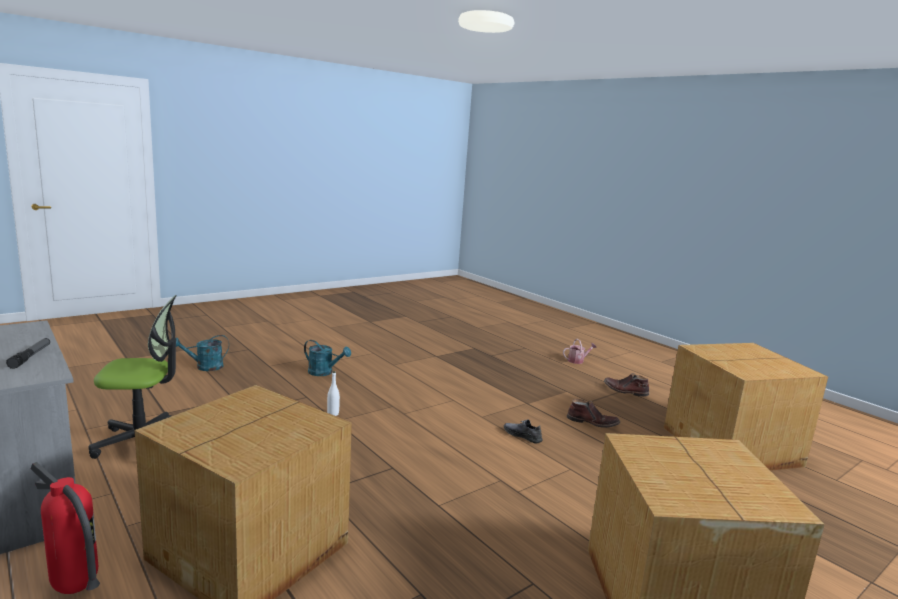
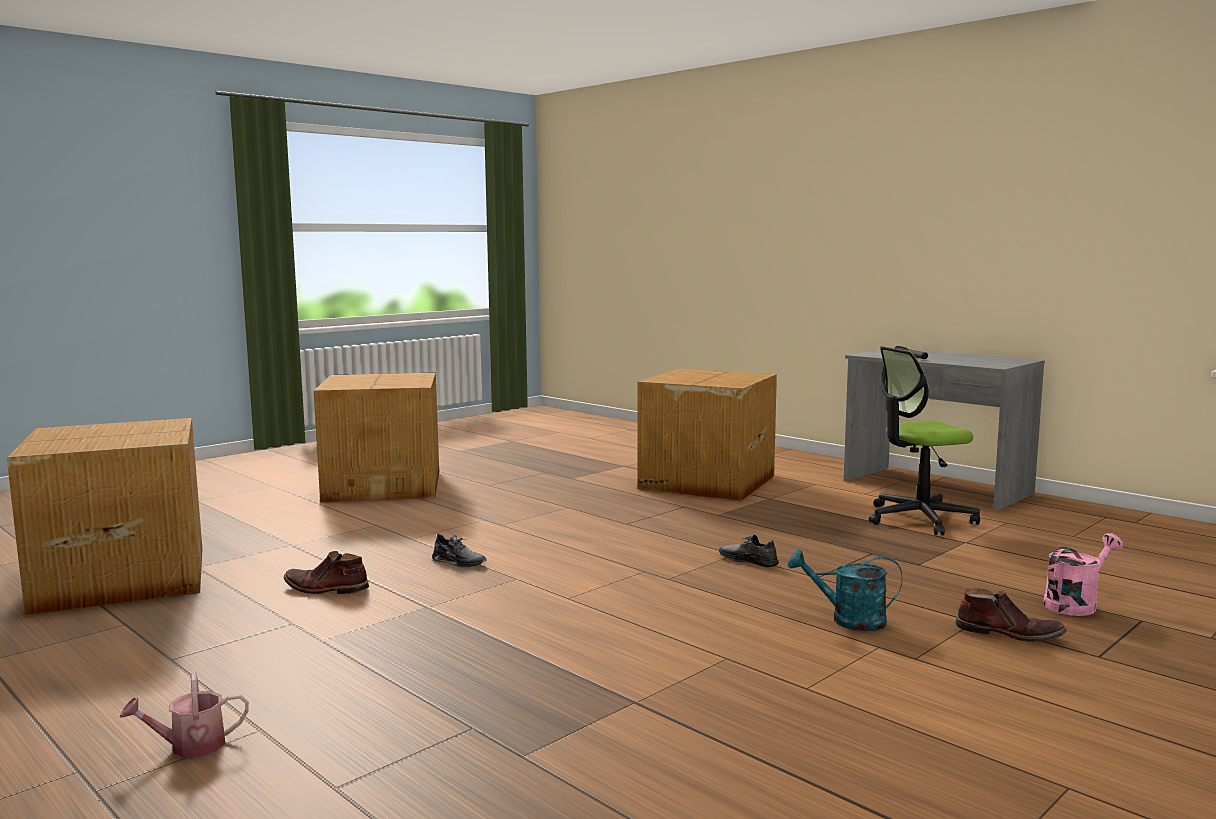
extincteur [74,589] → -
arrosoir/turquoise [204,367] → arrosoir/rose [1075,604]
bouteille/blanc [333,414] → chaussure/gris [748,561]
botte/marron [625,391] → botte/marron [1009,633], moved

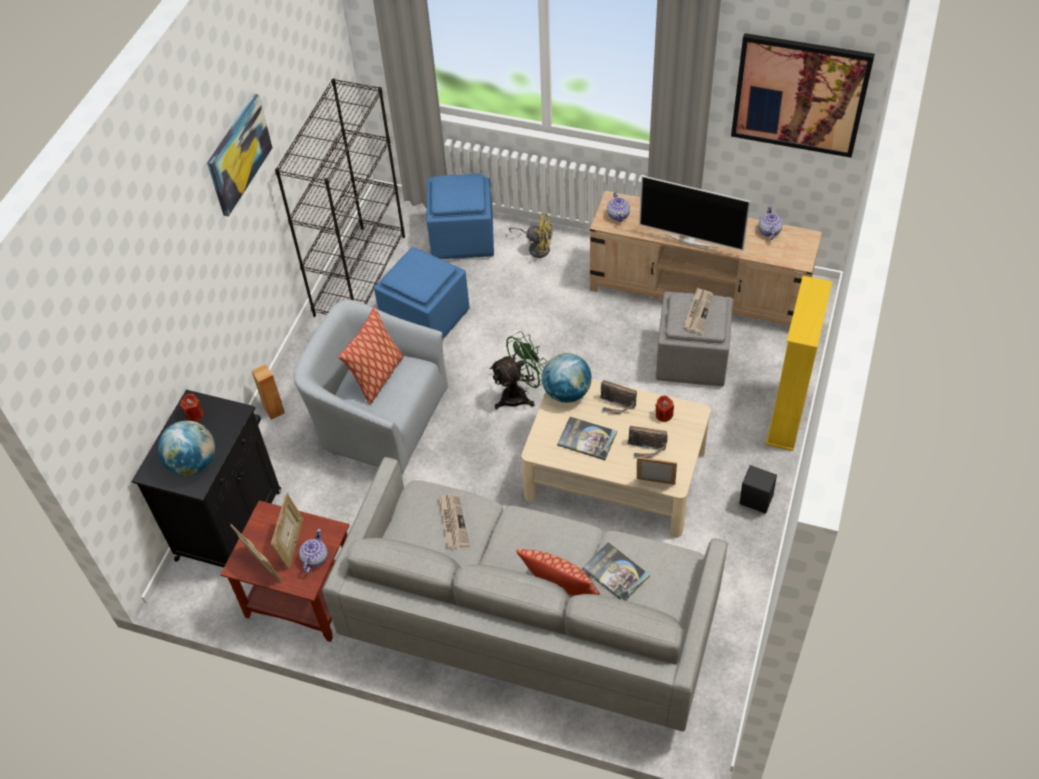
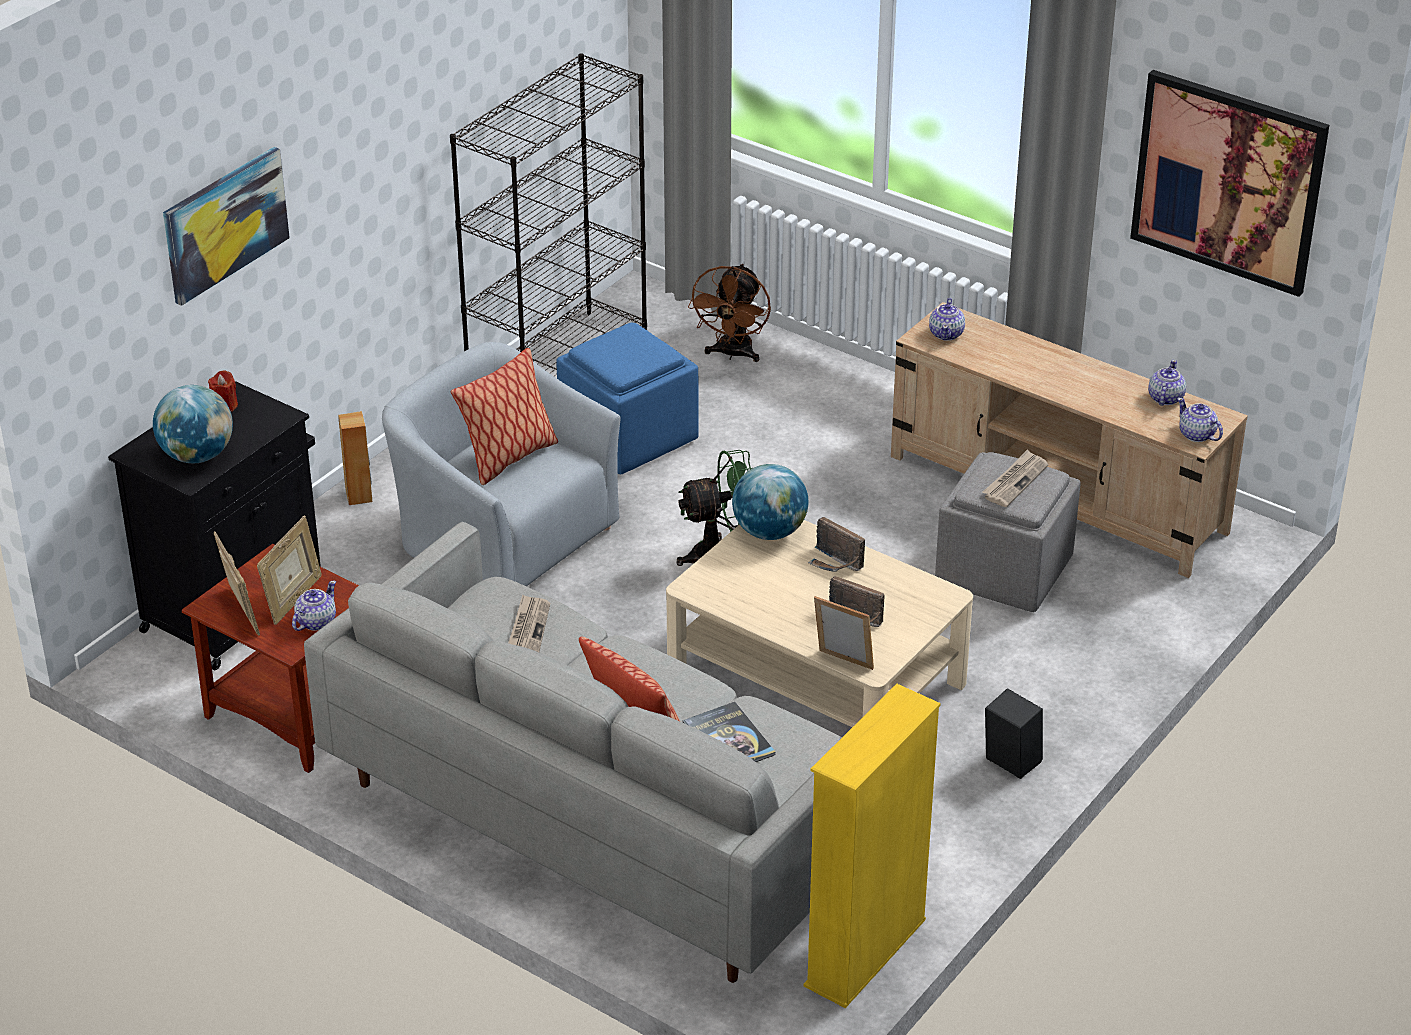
tableau [238,154] → tableau [225,224], moved
pouf/bleu [463,237] → ventilateur/marron [732,354]
ventilateur/jaune [536,247] → -
livre [587,439] → -
téléviseur [691,240] → -
bougie/rouge [664,415] → -
bibliothèque/jaune [787,416] → bibliothèque/jaune [866,953], moved
- → théière [1197,435]

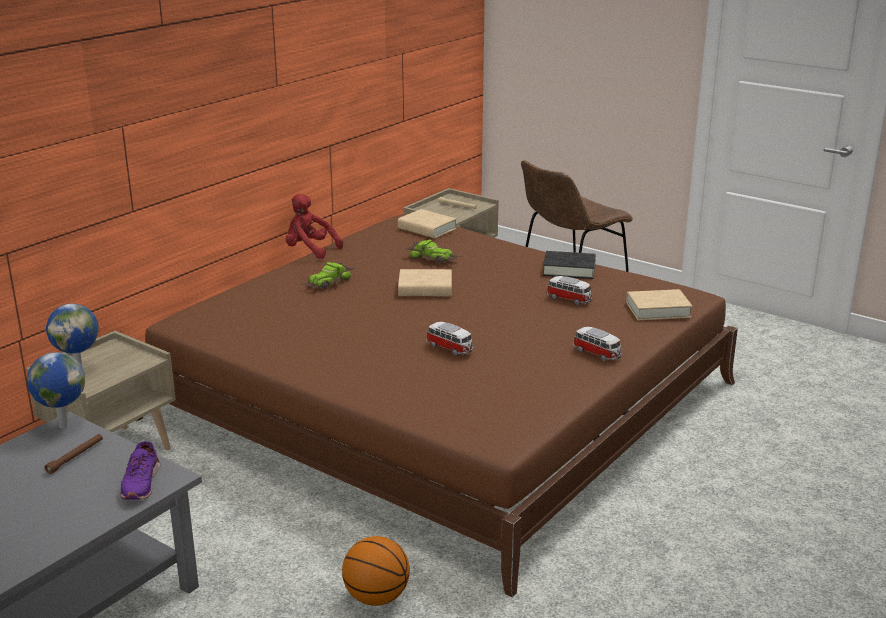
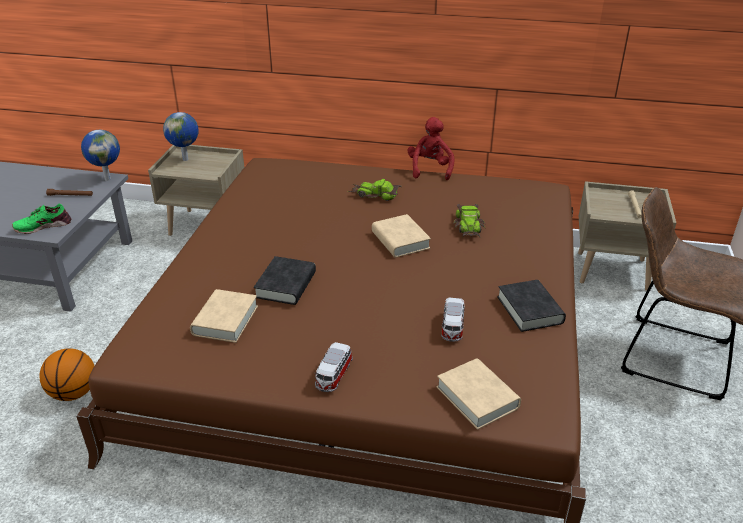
chaussure/violet [140,483] → chaussure/vert [43,226]
livre/beige [427,229] → livre/beige [225,320], moved
petite voiture [450,348] → livre/noir [286,285]

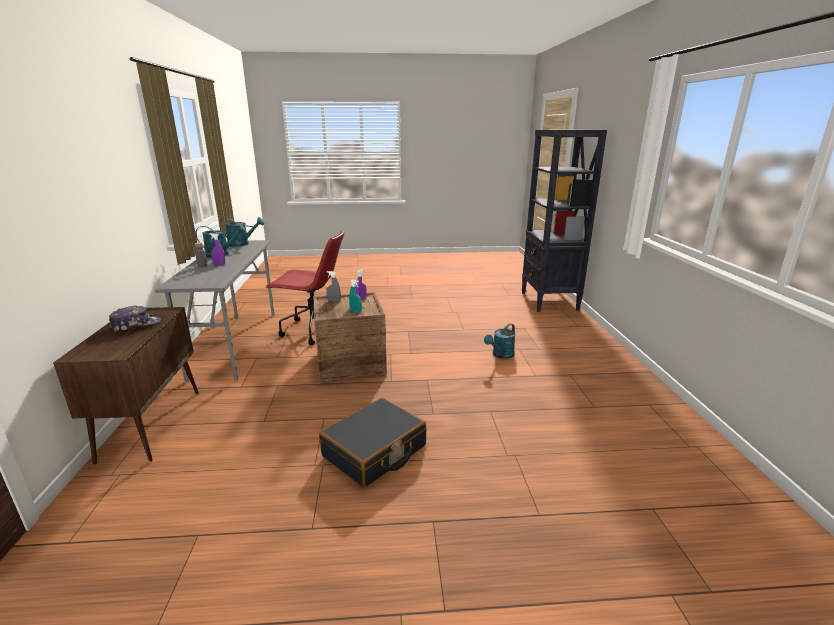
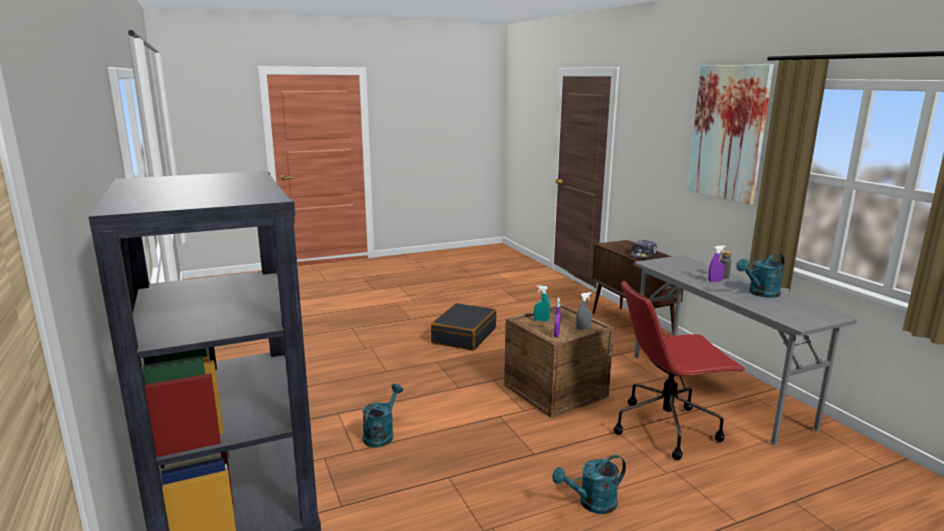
arrosoir/turquoise [242,244] → arrosoir/turquoise [591,504], moved
- → tableau [728,133]

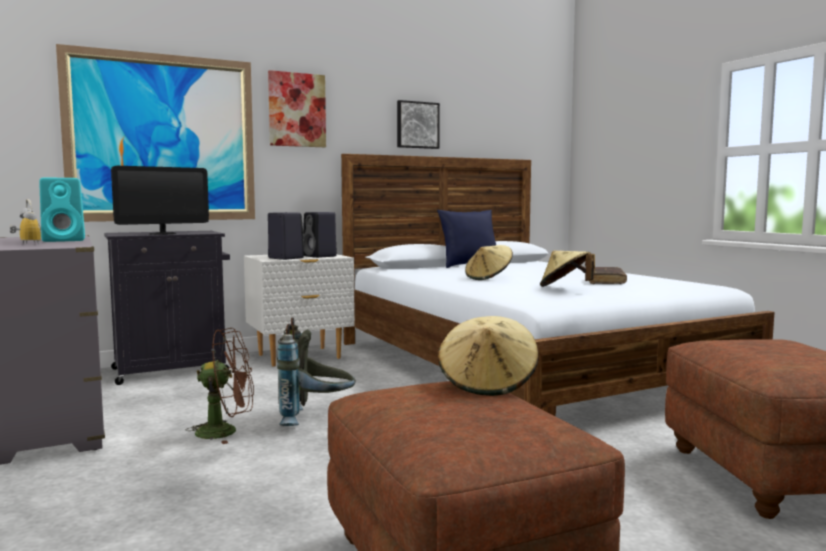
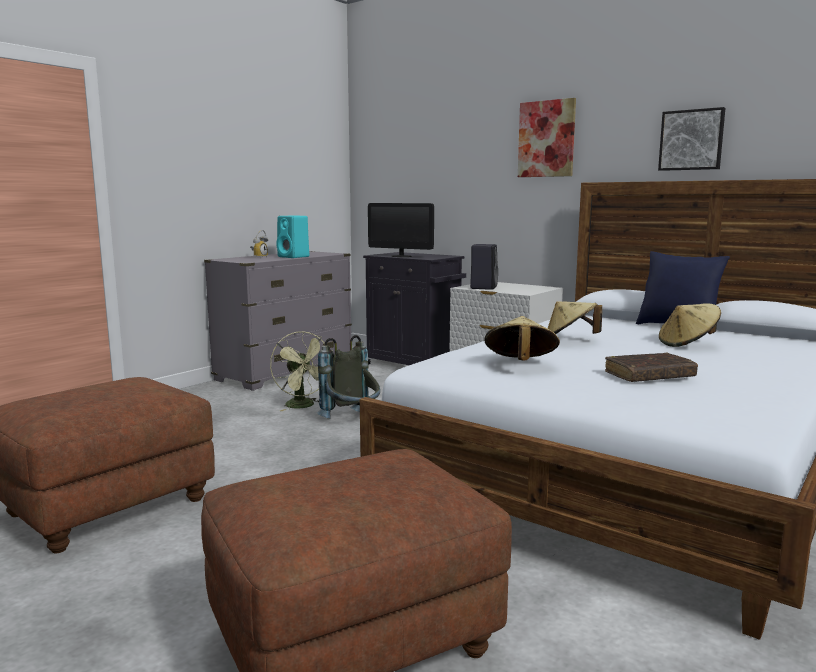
tableau [163,138] → -
ventilateur/marron [226,431] → ventilateur/vert [303,406]
enceinte/noir [320,256] → -
chapeau/beige [488,384] → chapeau/beige [687,344], moved

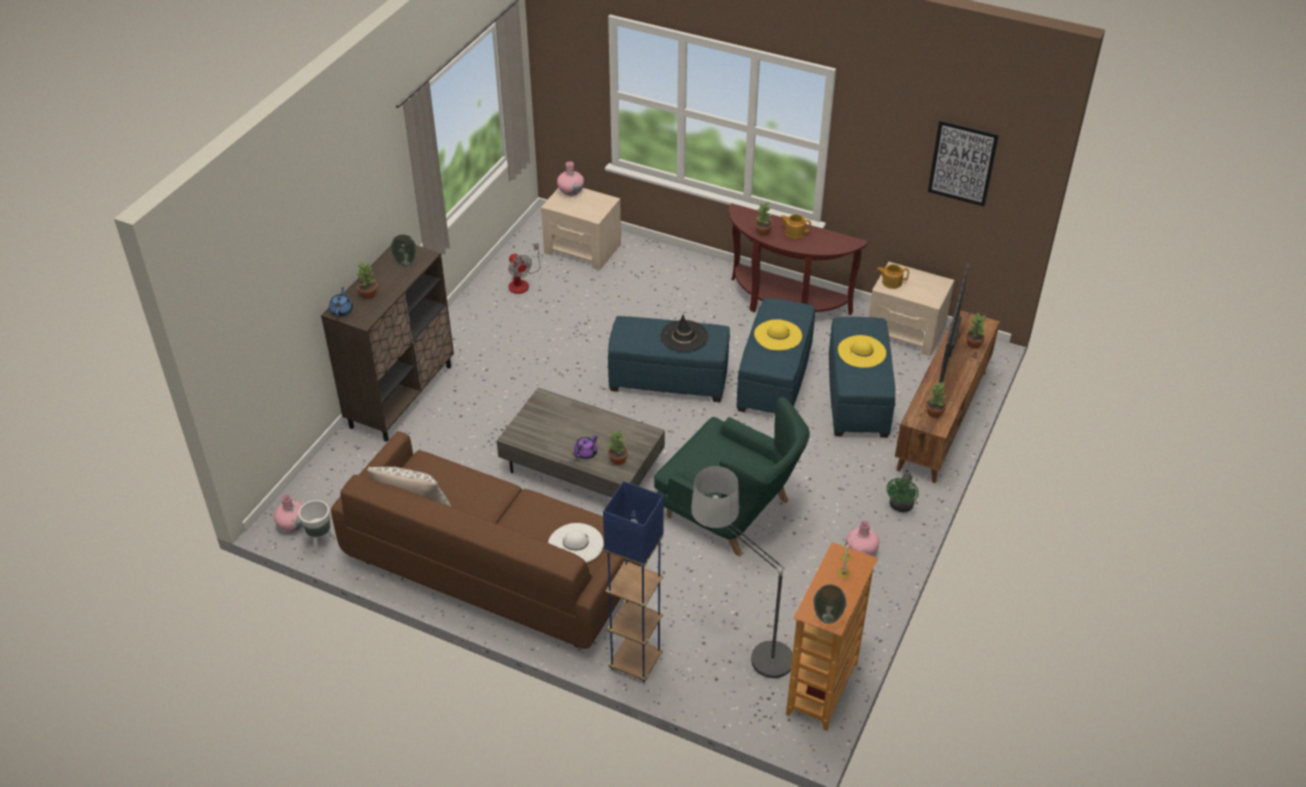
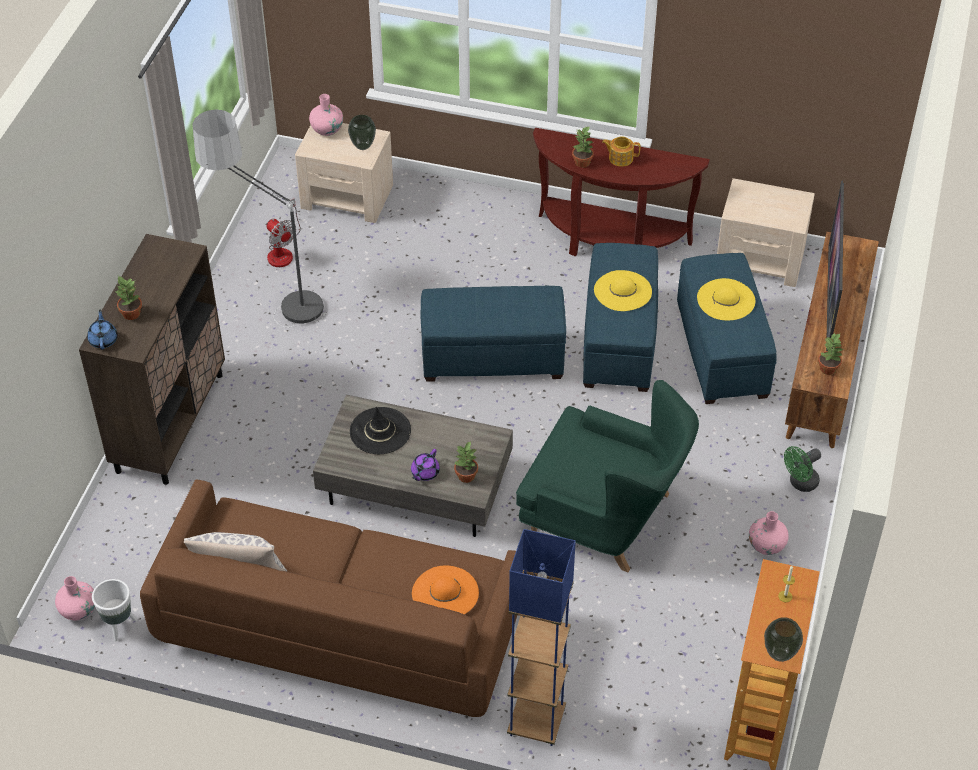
vase [406,264] → vase [363,146], moved
chapeau/blanc [575,544] → chapeau/orange [445,593]
chapeau/noir [684,336] → chapeau/noir [380,431], moved
lampadaire [740,648] → lampadaire [270,301], moved
théière [891,282] → -
ventilateur/vert [900,507] → ventilateur/vert [800,483], 45 degrees clockwise
tableau [962,163] → -
plante en pot [974,344] → -

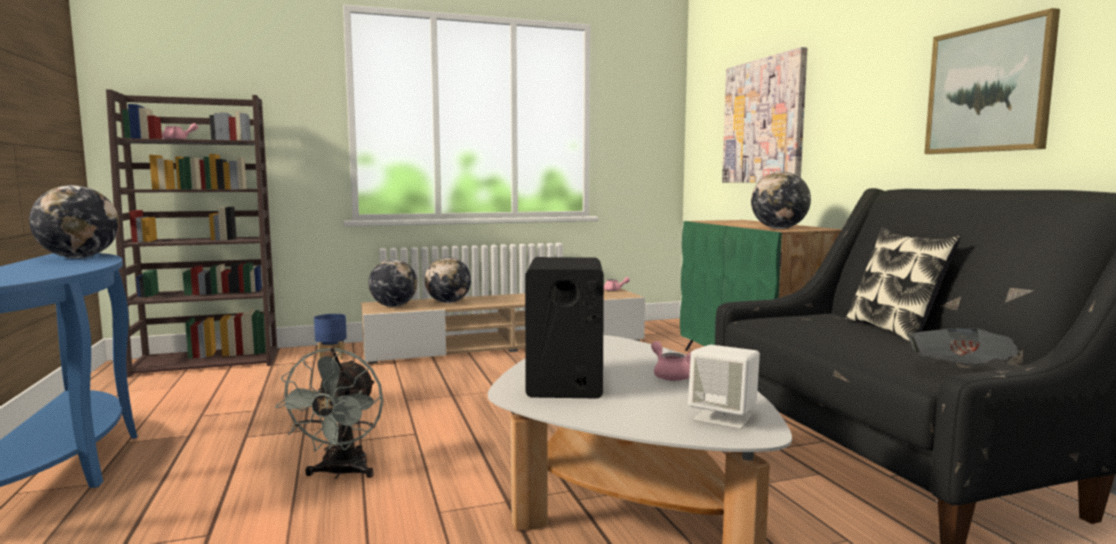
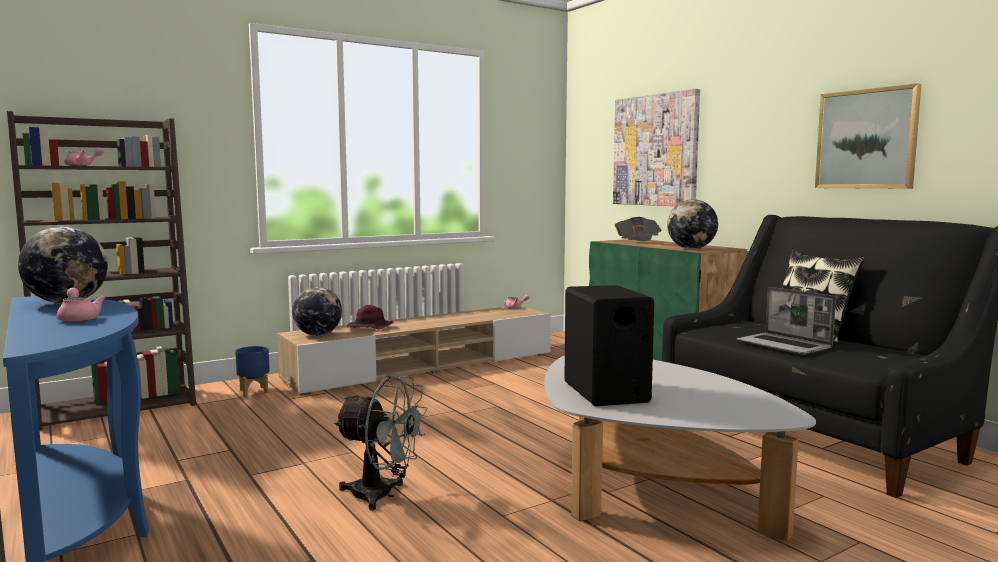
ventilateur/gris [341,473] → ventilateur/gris [382,495], 60 degrees counterclockwise
globe [448,302] → chapeau/violet [369,328]
théière/rose [670,375] → théière/rose [79,319], moved
enceinte/blanc [724,417] → -
journal [959,373] → journal [638,242], moved
- → ordinateur portable [785,345]

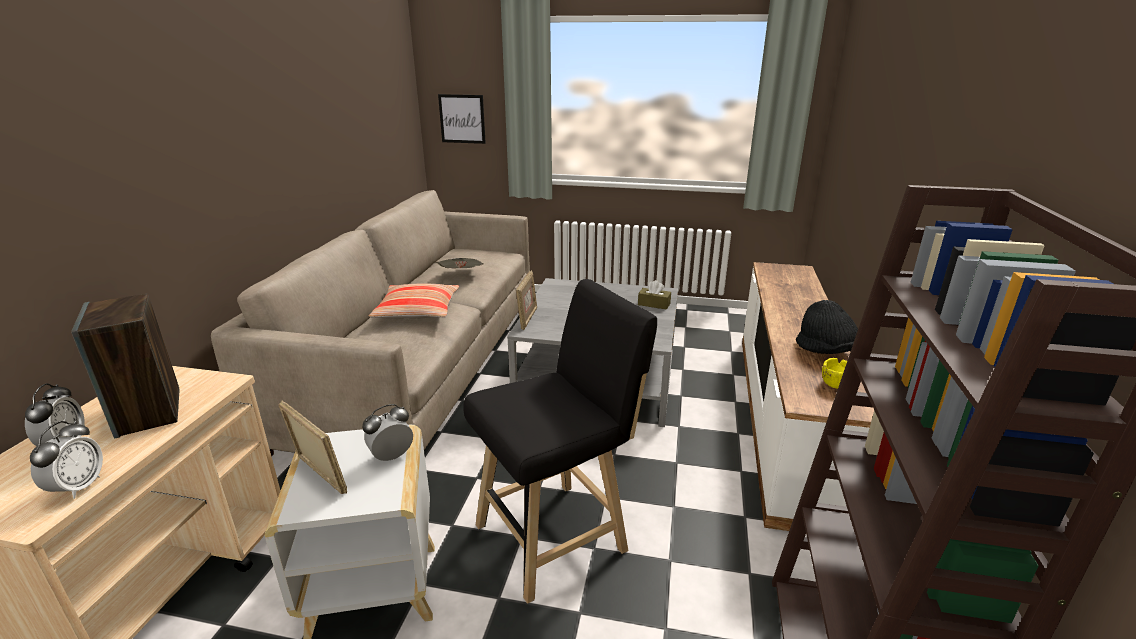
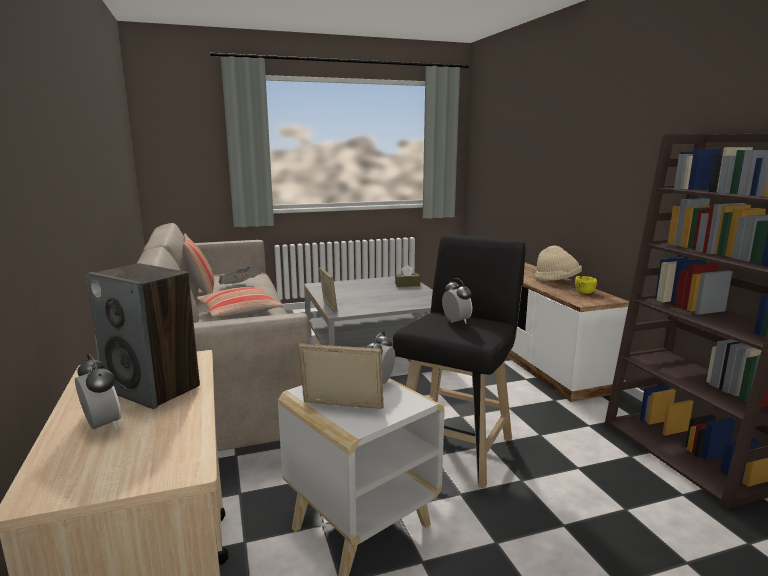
réveil [78,487] → réveil [456,322], moved
tableau [462,119] → -
chapeau/noir [826,351] → chapeau/beige [557,281]
- → coussin [201,293]

